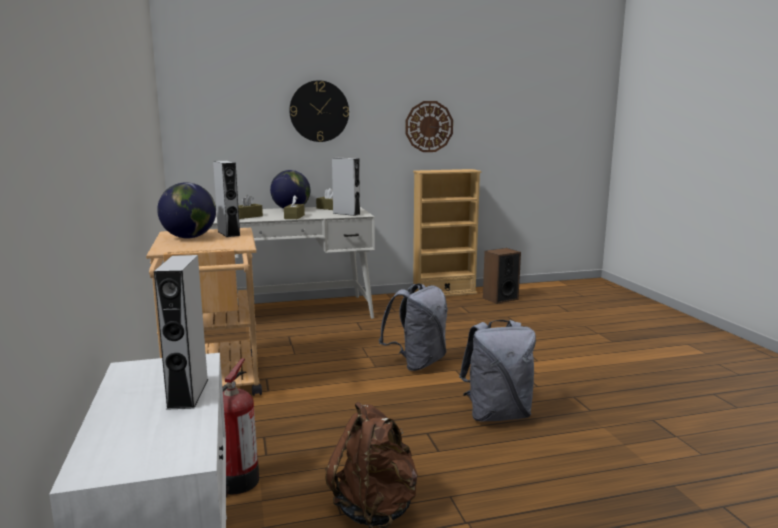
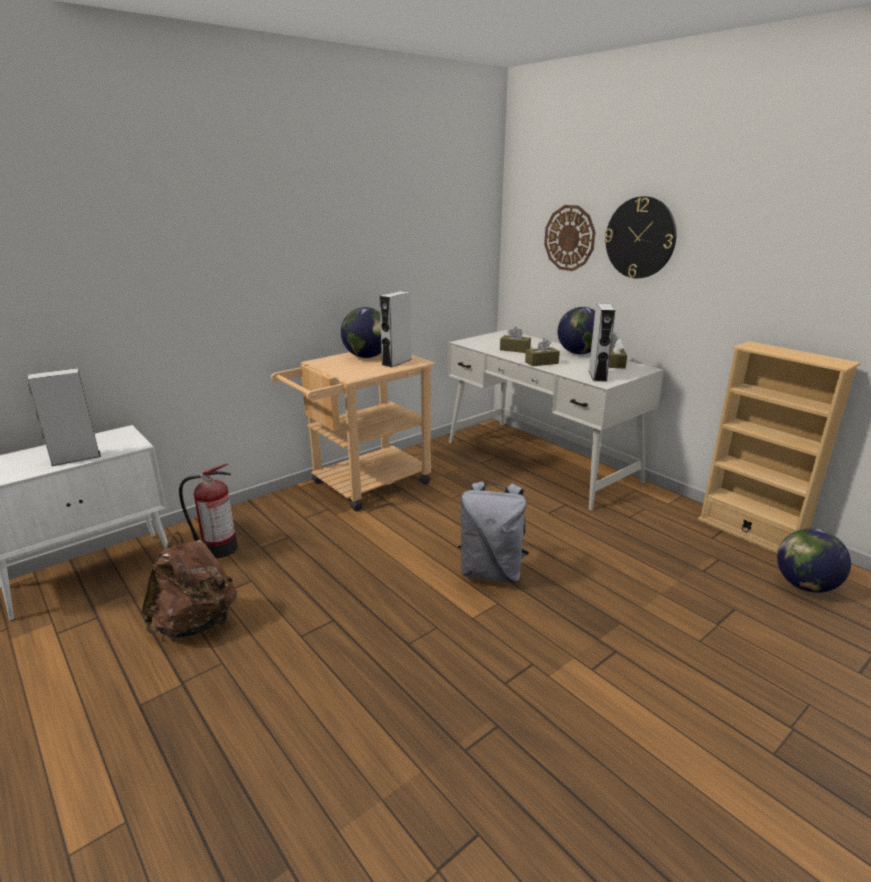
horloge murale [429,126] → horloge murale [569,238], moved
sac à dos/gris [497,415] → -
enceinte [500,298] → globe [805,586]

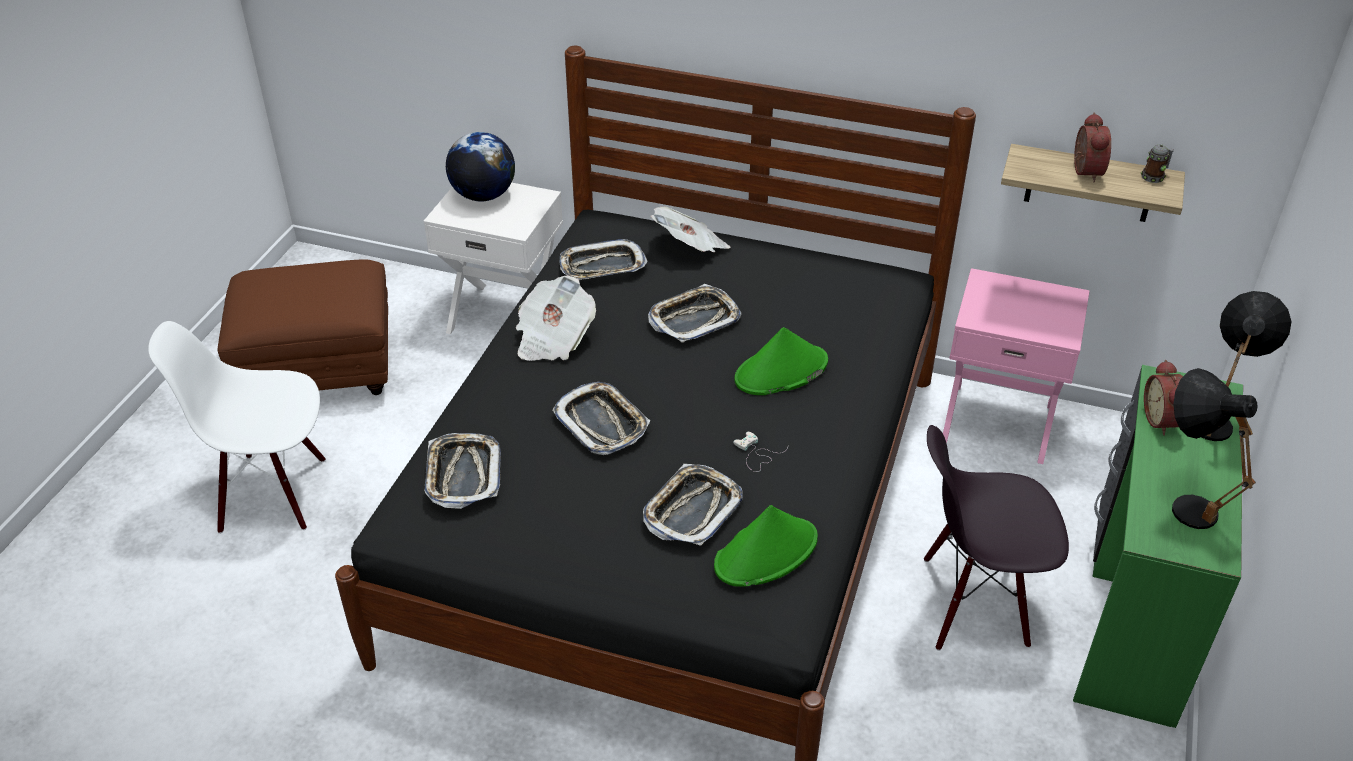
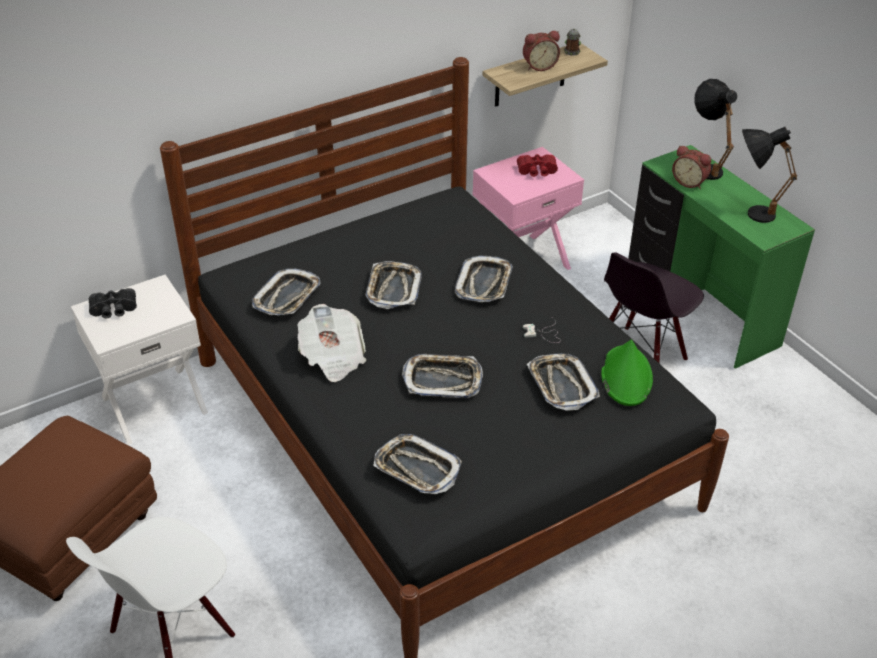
globe [483,195] → jumelles/noir [114,310]
journal [690,247] → -
chapeau/vert [781,371] → plateau [484,284]
réveil [1083,171] → réveil [539,66], 120 degrees clockwise
- → jumelles/rouge [537,172]

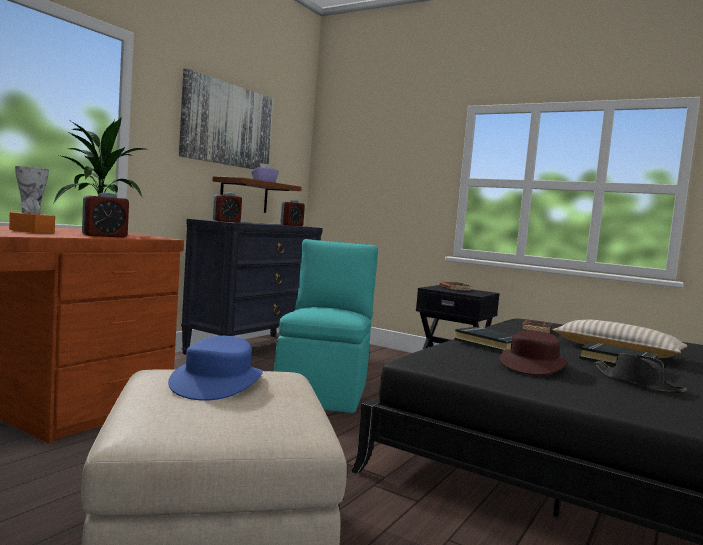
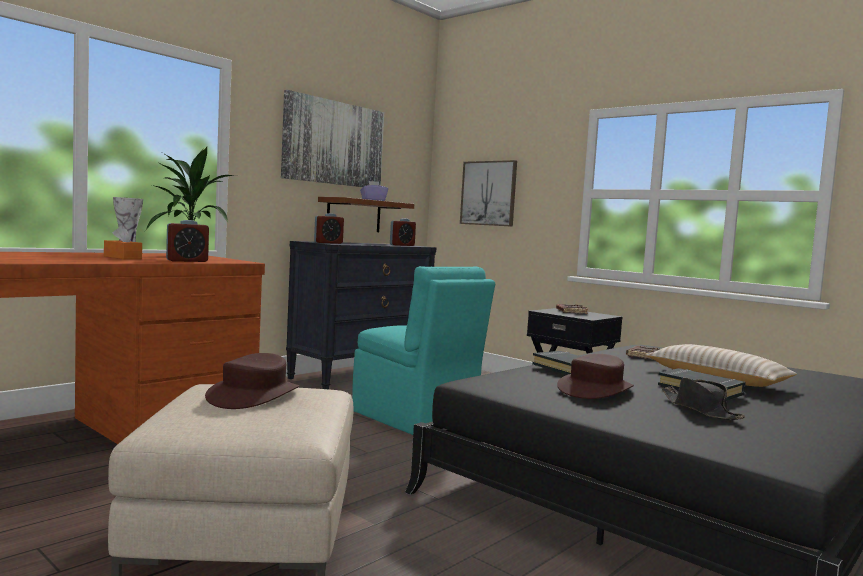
chapeau/bleu [218,382] → chapeau/marron [254,395]
chaise/turquoise [324,392] → chaise/turquoise [415,419], 120 degrees clockwise
- → tableau [488,193]

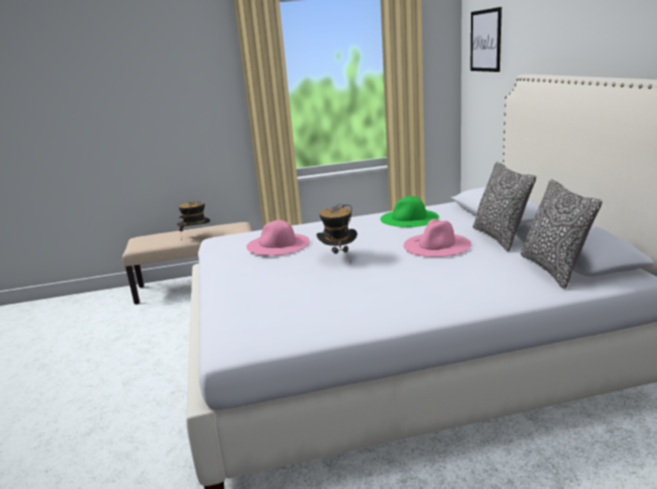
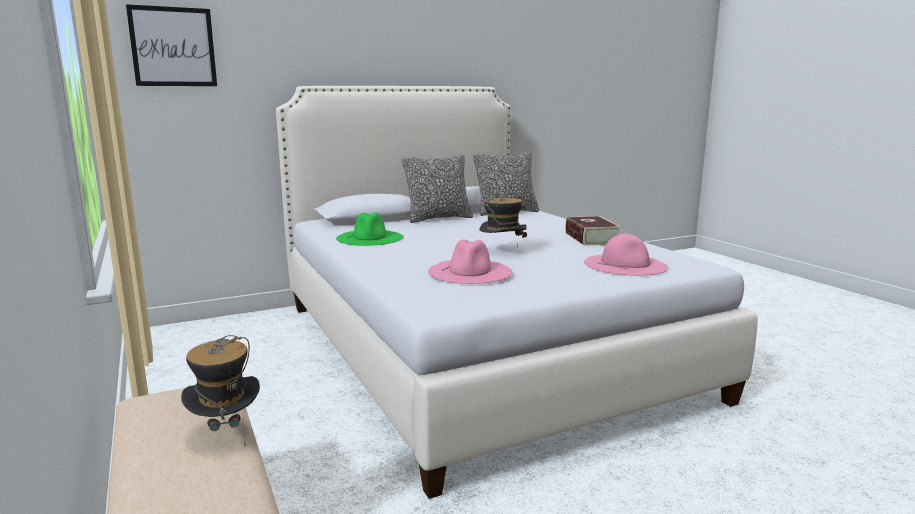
chapeau/rose [437,244] → chapeau/rose [625,264], moved
- → livre [591,238]

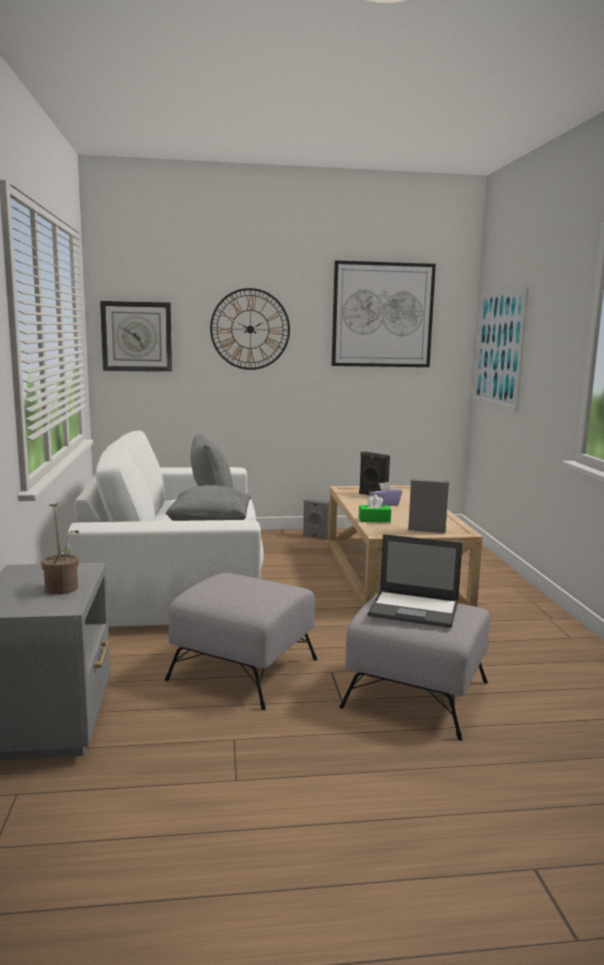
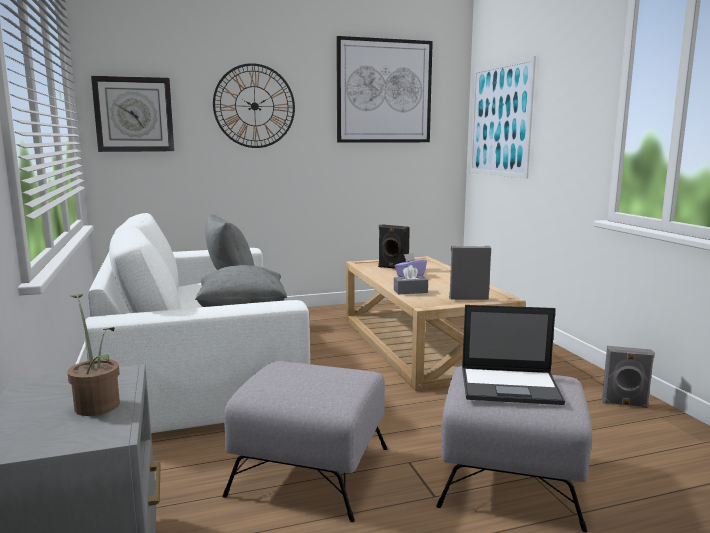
enceinte/gris [316,537] → enceinte/gris [624,404], moved
boîte à mouchoirs/vert [374,520] → boîte à mouchoirs/gris [410,291]

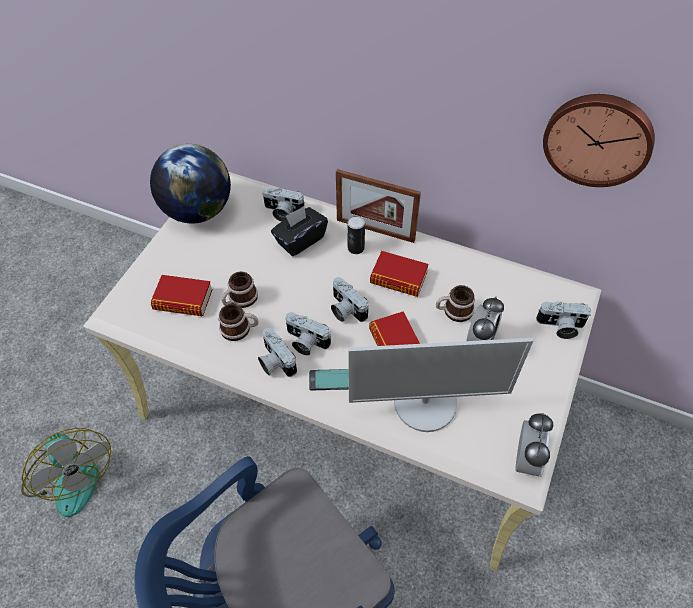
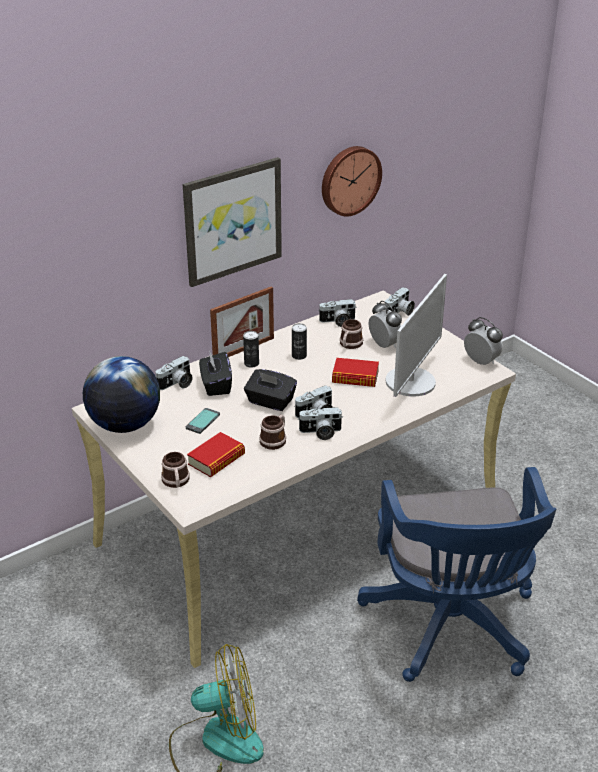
mug [240,299] → mug [176,482], moved
téléphone [331,380] → téléphone [203,421], moved
appareil photo [345,309] → appareil photo [338,322], moved
livre [398,278] → boîte métallique [299,356]
- → tableau [232,221]
- → boîte à mouchoirs/noir [270,402]

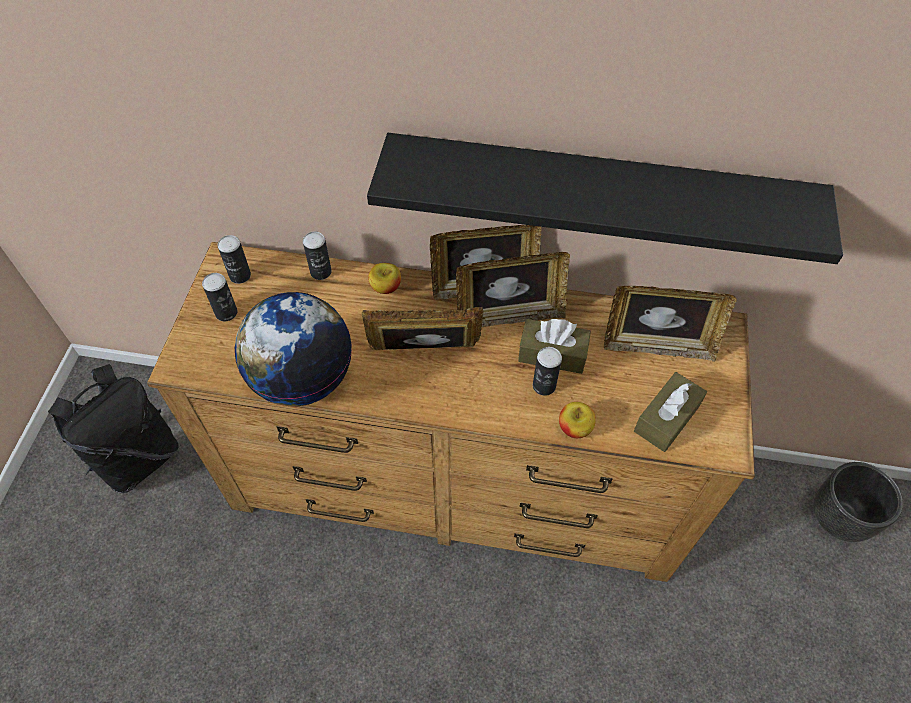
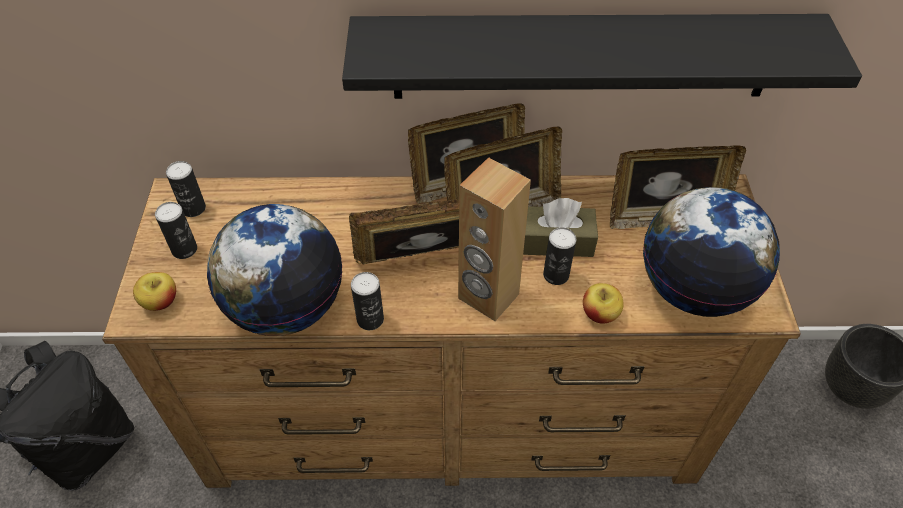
boîte métallique [321,272] → boîte métallique [370,319], moved
pomme [385,287] → pomme [160,301], moved
boîte à mouchoirs/marron [666,418] → globe [694,289]
- → enceinte/marron [488,296]

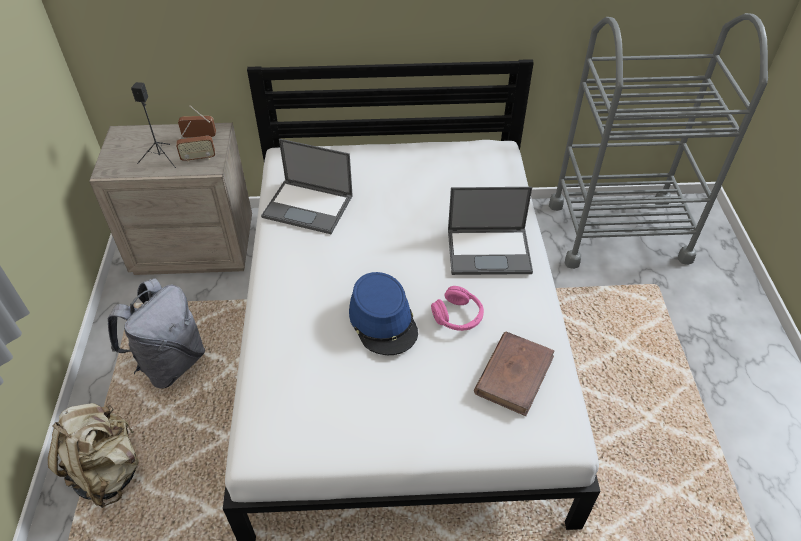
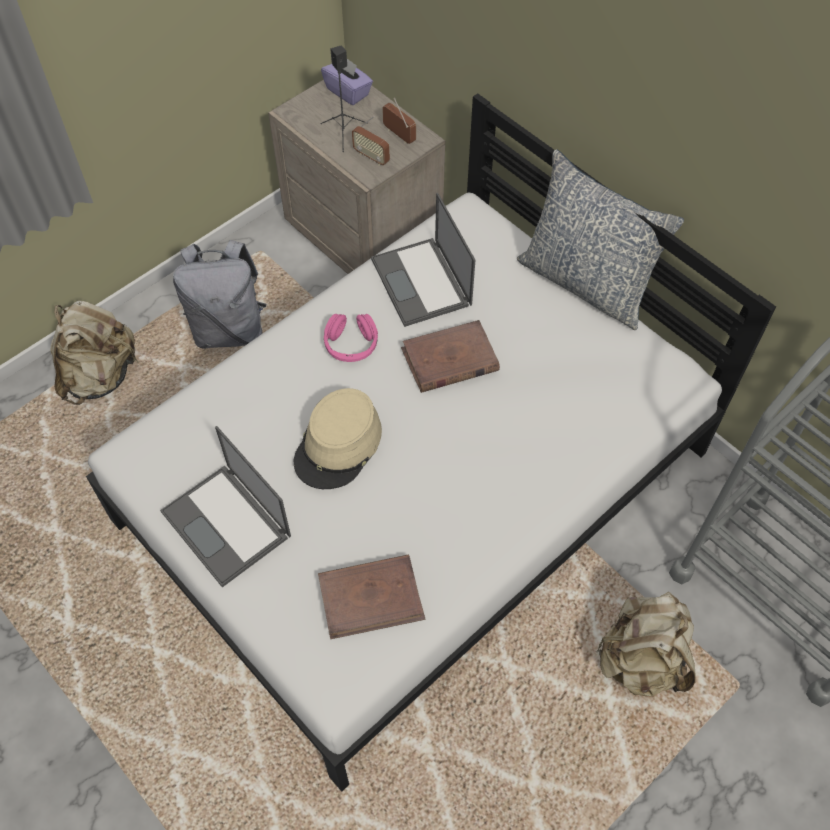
chapeau/bleu [383,321] → chapeau/beige [338,445]
casque audio/rose [458,316] → casque audio/rose [351,345], moved
ordinateur portable [490,251] → ordinateur portable [227,525], moved
- → boîte à mouchoirs/violet [348,92]
- → livre/marron [449,360]
- → coussin [586,283]
- → sac à dos/beige [641,660]

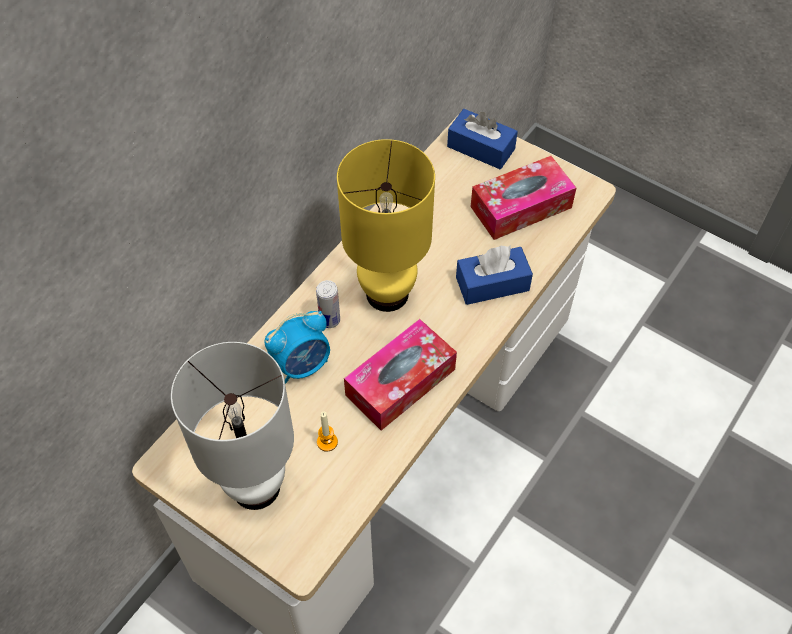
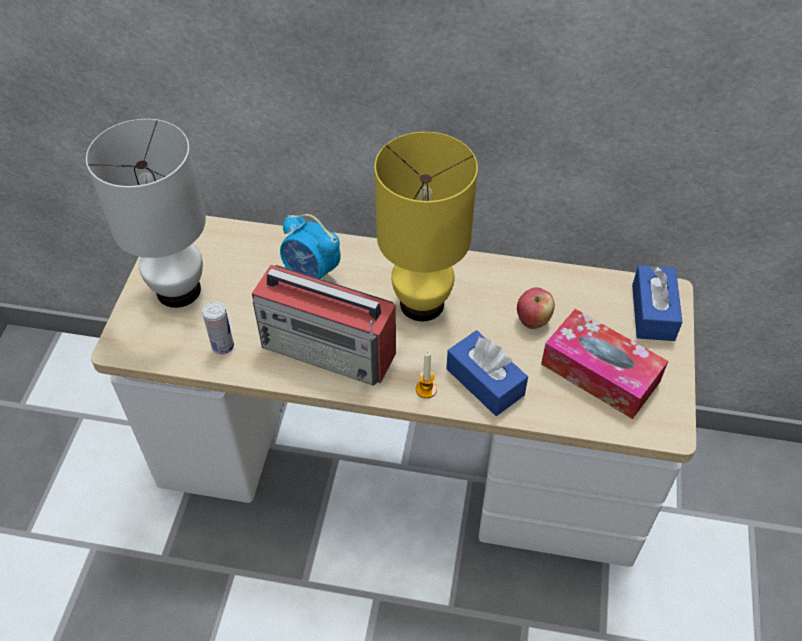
boîte métallique [330,320] → boîte métallique [223,346], moved
bougie [327,442] → bougie [426,389], moved
boîte à mouchoirs [400,382] → radio [329,349]
- → pomme [533,320]

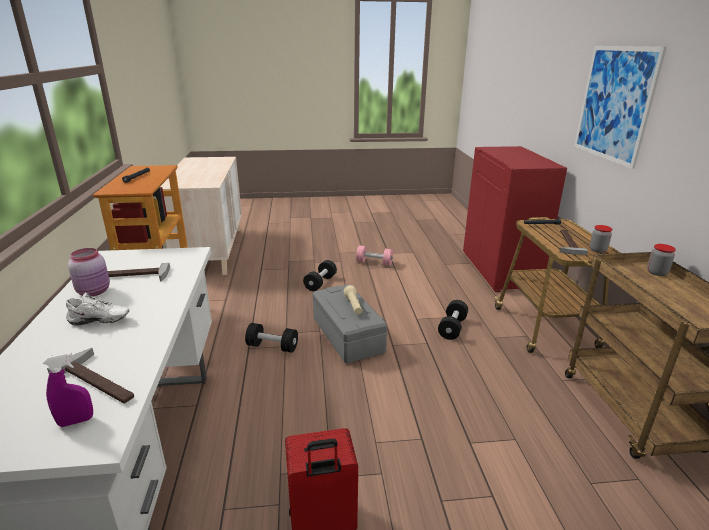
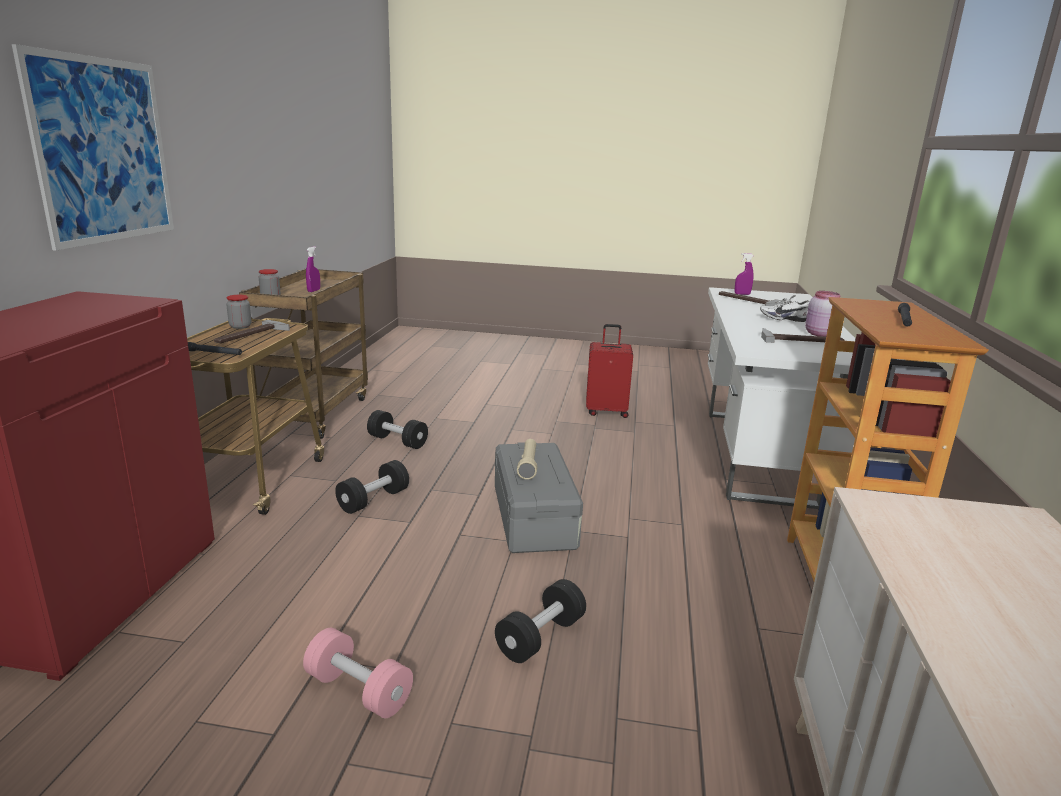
haltère/noir [272,347] → haltère/noir [397,441], moved
- → vaporisateur/violet [314,291]

